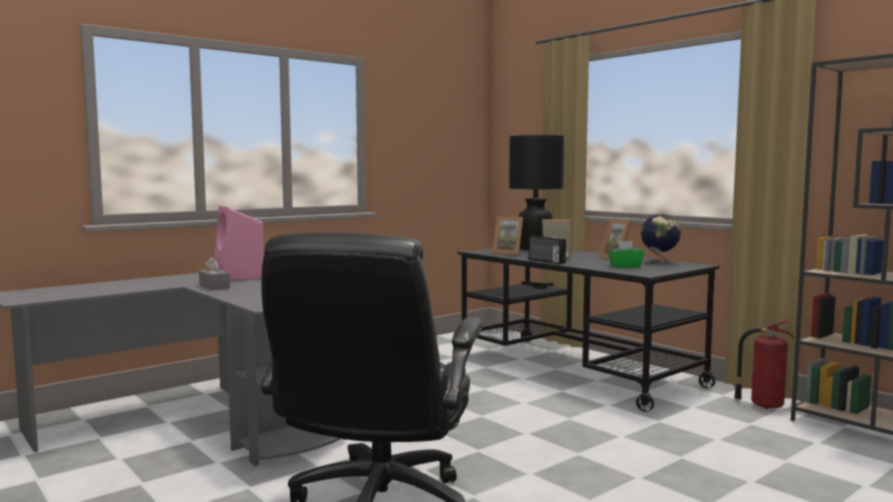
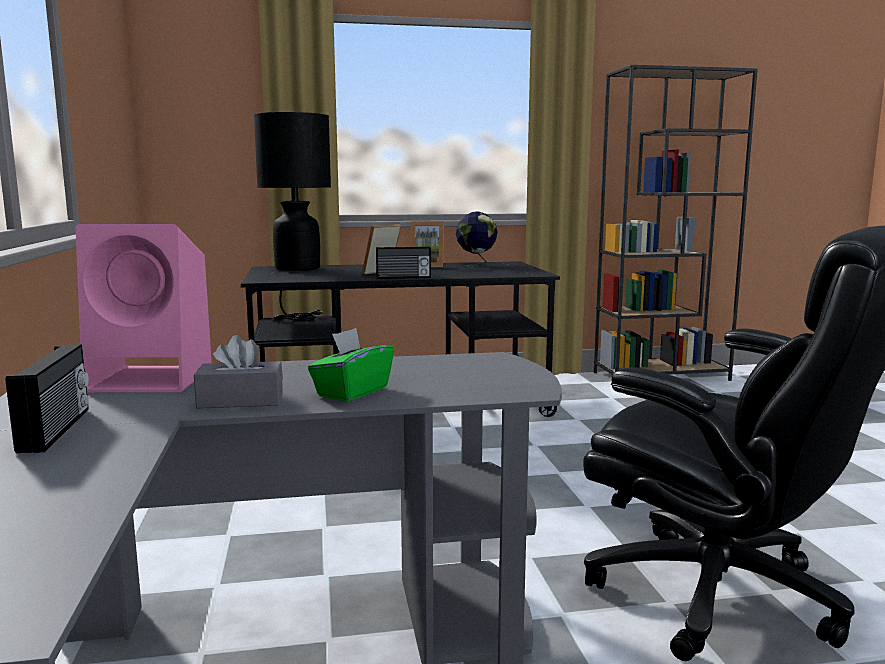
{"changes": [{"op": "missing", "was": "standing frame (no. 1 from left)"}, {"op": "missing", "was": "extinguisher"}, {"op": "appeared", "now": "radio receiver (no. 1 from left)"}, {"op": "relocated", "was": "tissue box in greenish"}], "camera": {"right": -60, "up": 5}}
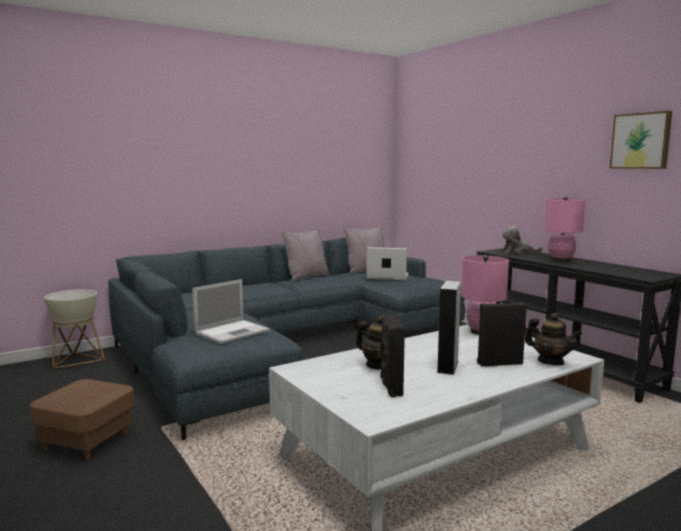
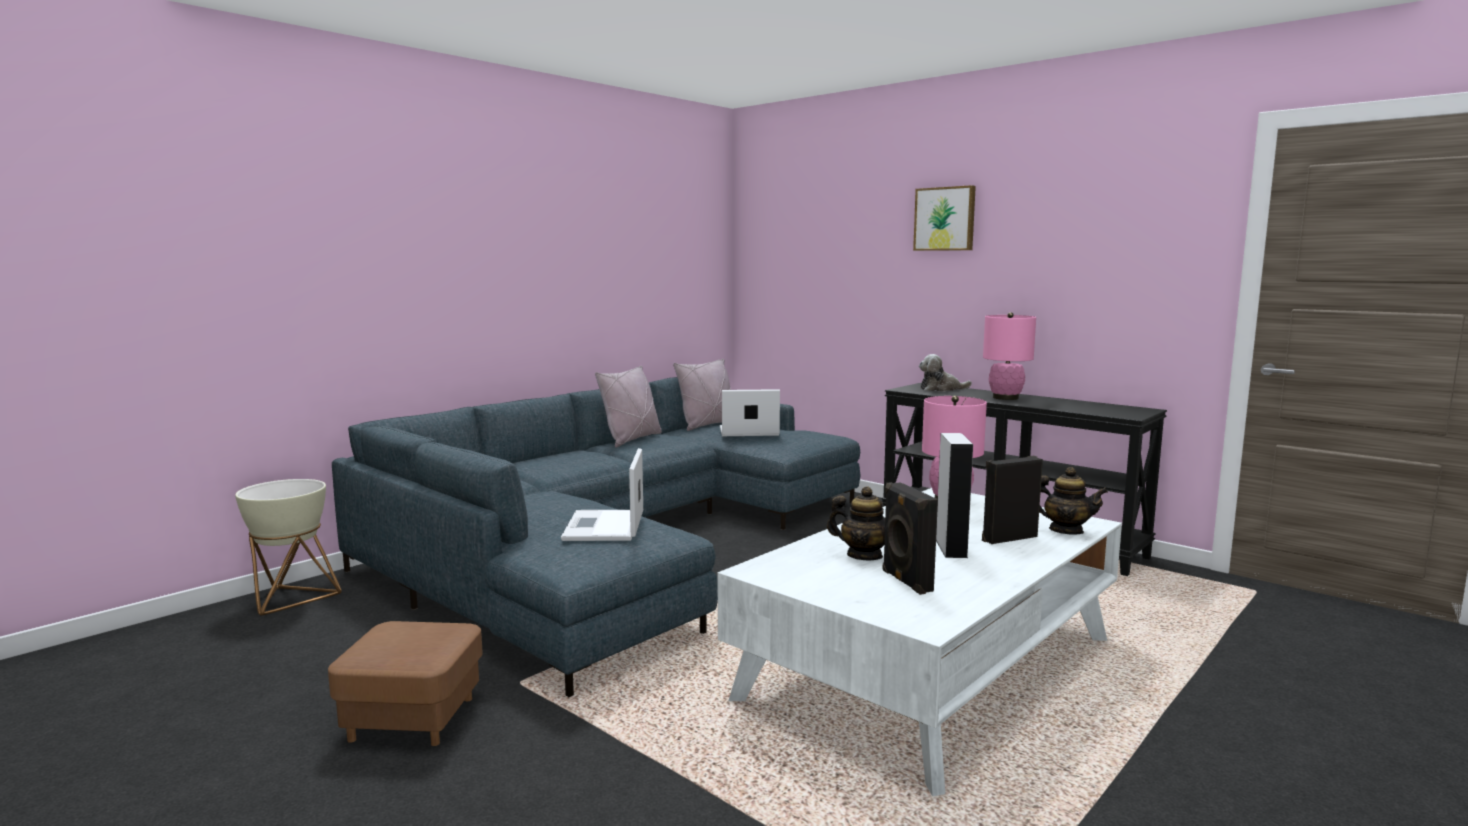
{"changes": [{"op": "relocated", "was": "wall art"}, {"op": "spun", "was": "laptop (no. 1 from left)", "clockwise": 150}], "camera": {"right": -15, "up": 0}}
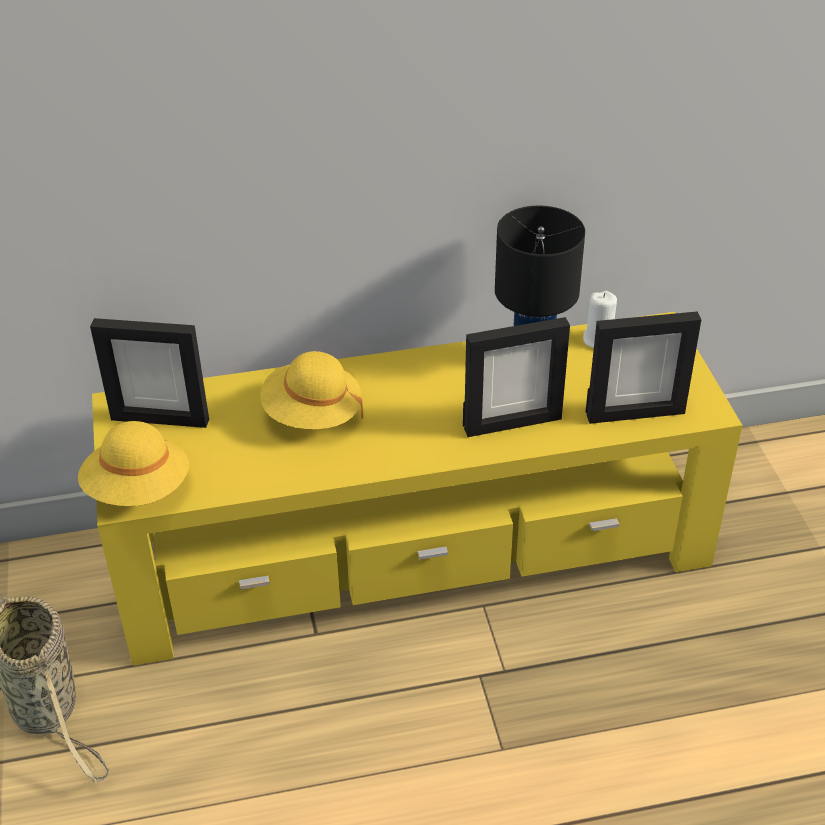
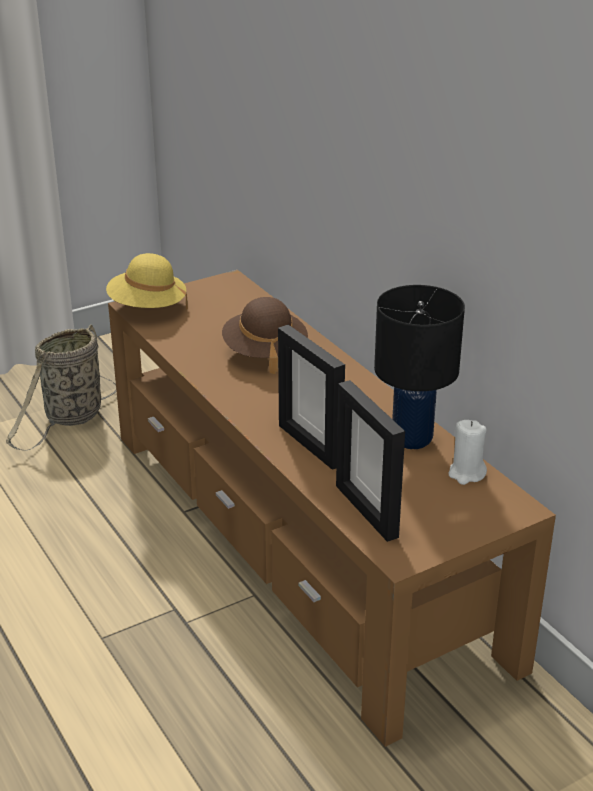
{"changes": [{"op": "missing", "was": "standing frame (no. 1 from left)"}, {"op": "colour", "was": "tv unit in yellow", "now": "tv unit in brown"}, {"op": "colour", "was": "wearable hat in yellow (no. 2 from left)", "now": "wearable hat in brown"}], "camera": {"right": 70, "up": -10}}
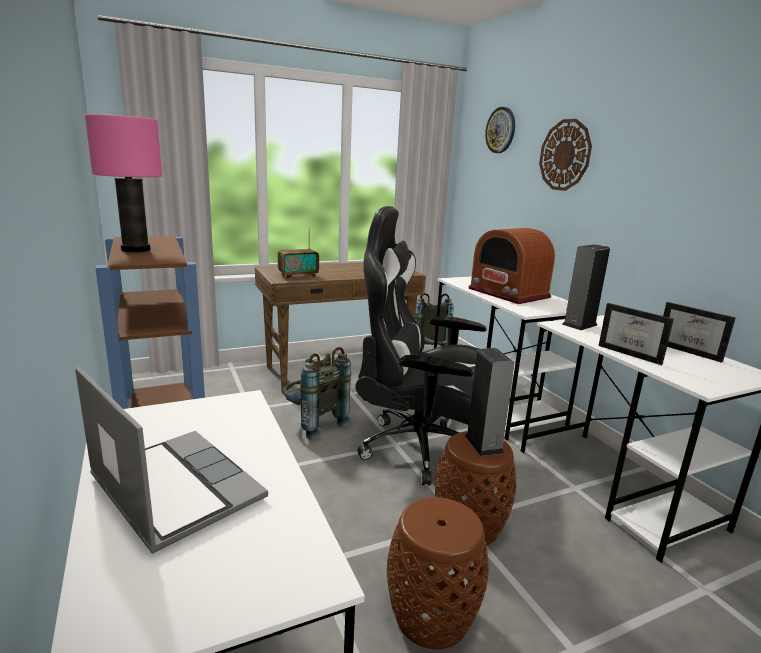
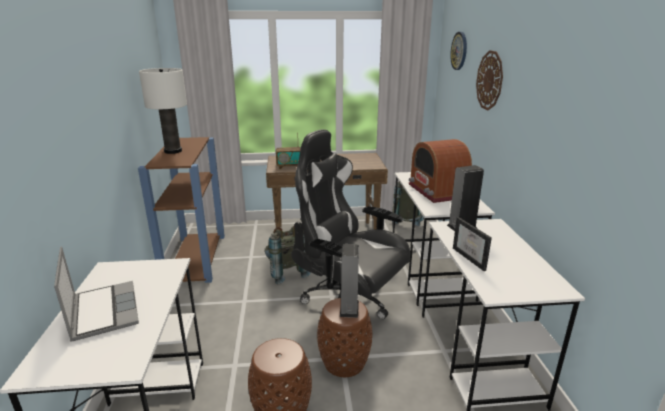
{"changes": [{"op": "missing", "was": "standing frame (no. 2 from left)"}, {"op": "colour", "was": "lamp for a table in pinkish", "now": "lamp for a table in white"}], "camera": {"right": 20, "up": 5}}
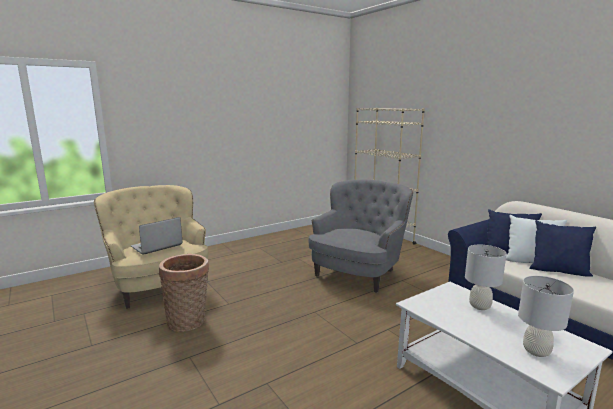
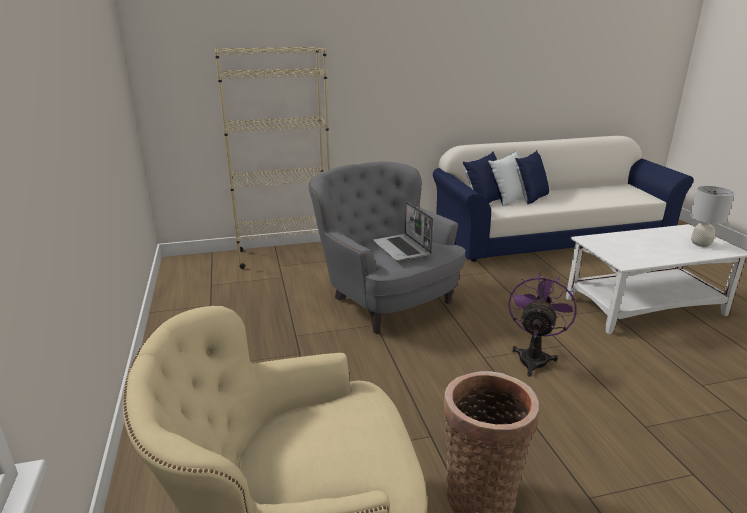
{"changes": [{"op": "missing", "was": "lamp for a table in greyish (no. 1 from left)"}, {"op": "appeared", "now": "cooling fan in purple-coloured"}, {"op": "relocated", "was": "laptop"}], "camera": {"right": -70, "up": 10}}
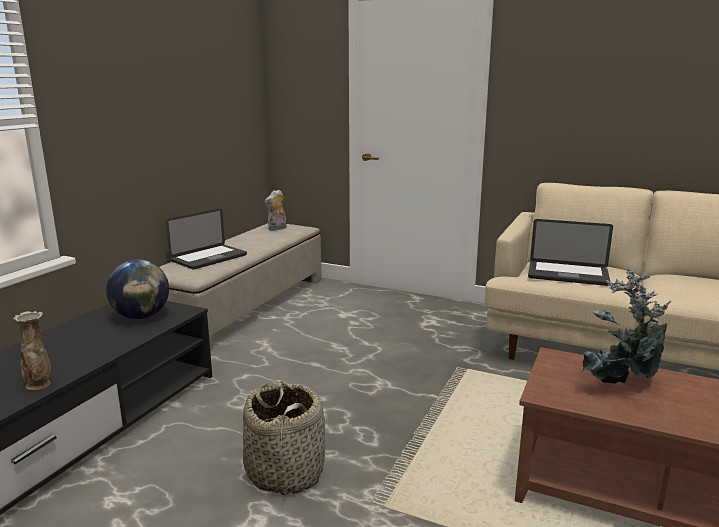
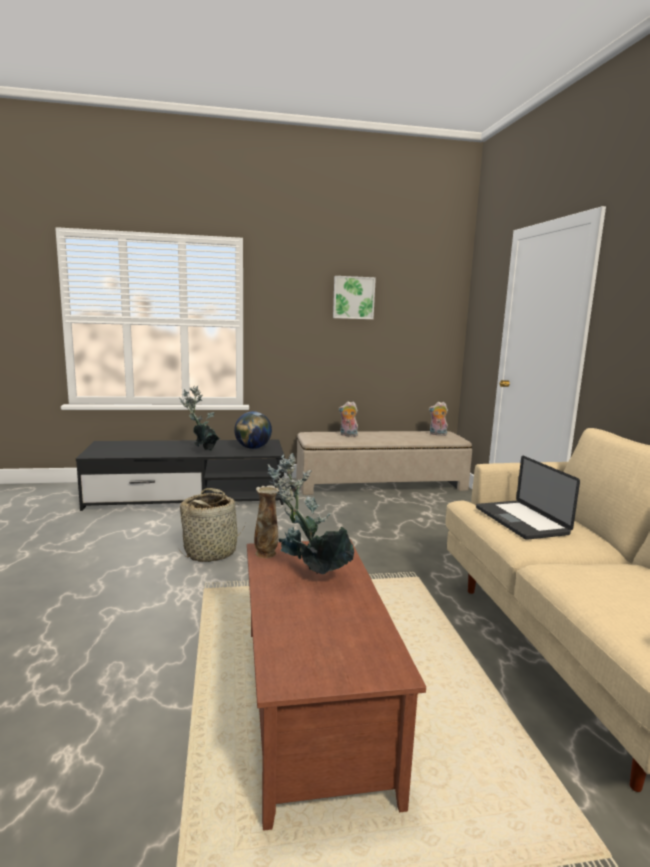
{"changes": [{"op": "appeared", "now": "houseplant (no. 1 from left)"}, {"op": "appeared", "now": "wall art"}, {"op": "relocated", "was": "flower vase"}, {"op": "exchanged", "was": "laptop (no. 1 from left)", "now": "cuddly toy (no. 1 from left)"}], "camera": {"right": 55, "up": -5}}
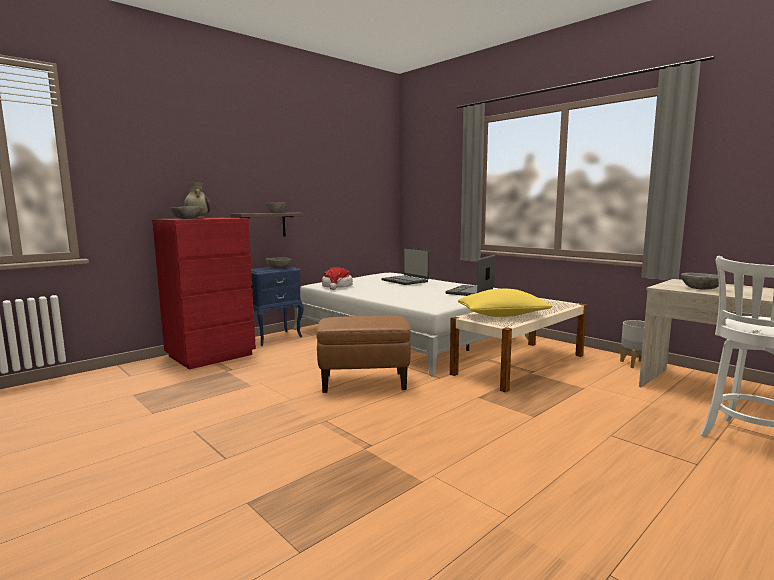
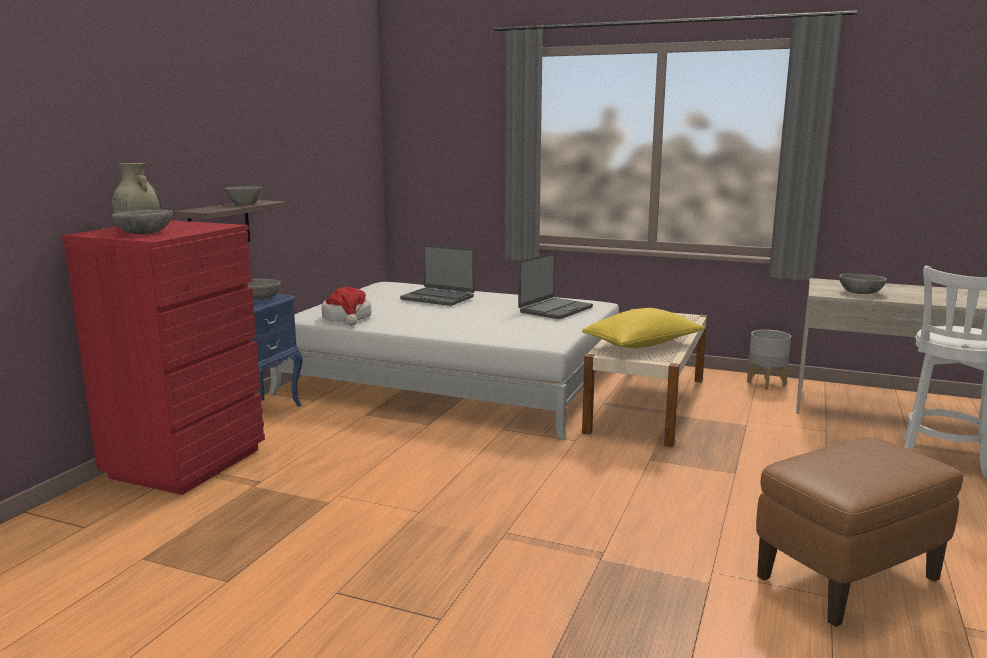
{"changes": [{"op": "relocated", "was": "pouffe in brown"}, {"op": "spun", "was": "laptop (no. 2 from left)", "clockwise": -150}], "camera": {"right": -25, "up": 5}}
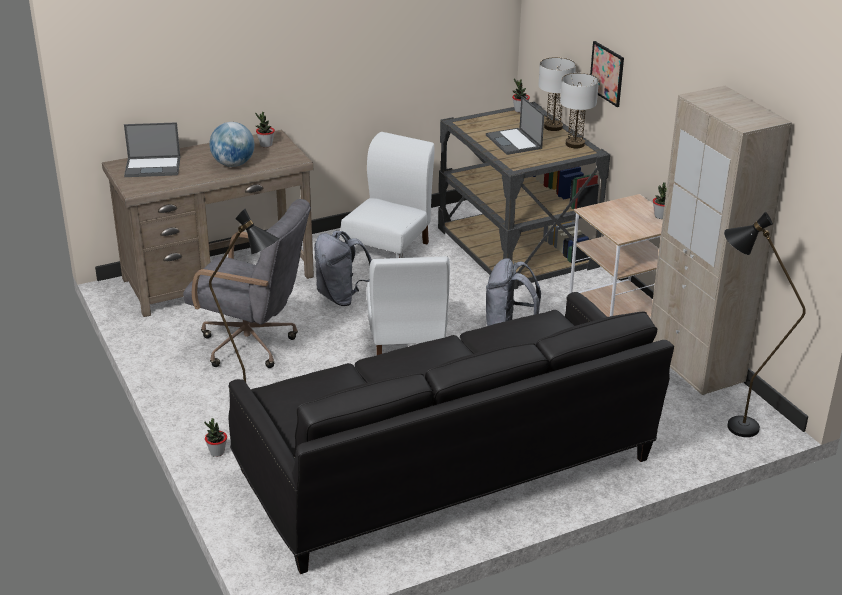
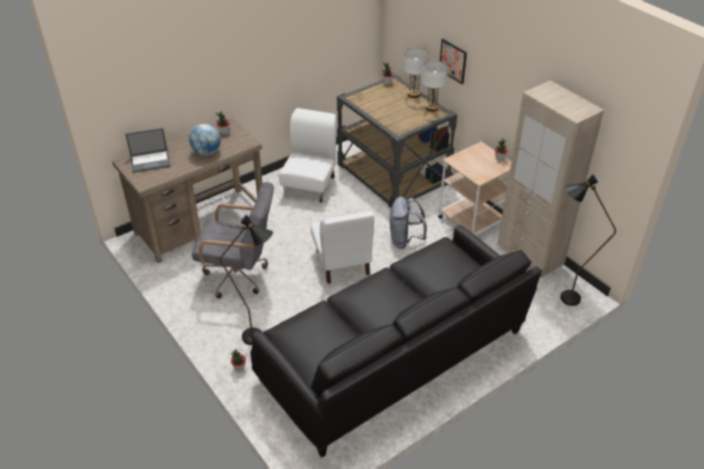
{"changes": [{"op": "missing", "was": "backpack in greyish (no. 1 from left)"}, {"op": "missing", "was": "laptop (no. 2 from left)"}], "camera": {"right": -10, "up": 10}}
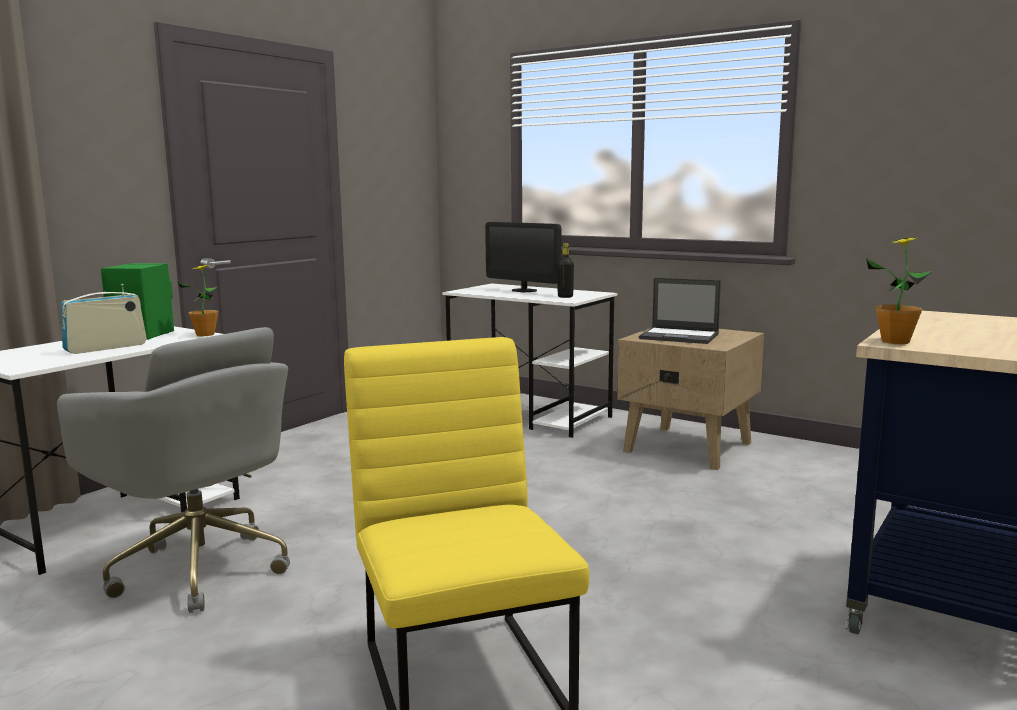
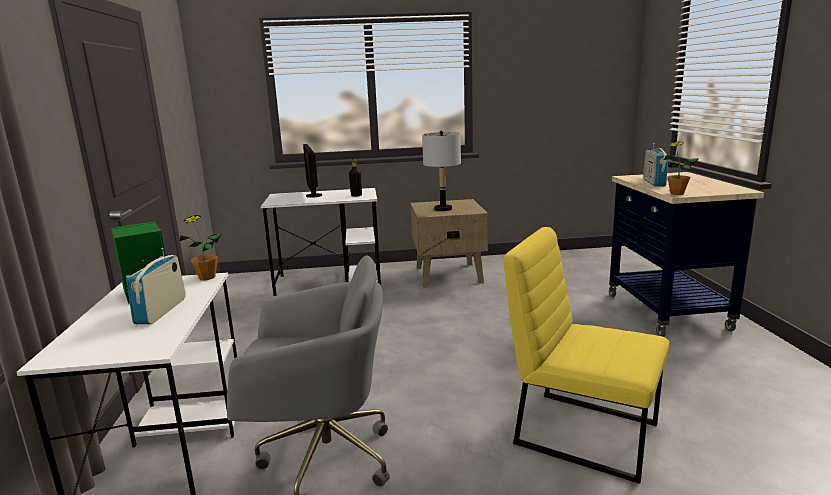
{"changes": [{"op": "appeared", "now": "radio receiver (no. 2 from left)"}, {"op": "exchanged", "was": "laptop", "now": "lamp for a table in greyish"}, {"op": "spun", "was": "computer display", "clockwise": 75}], "camera": {"right": -40, "up": 5}}
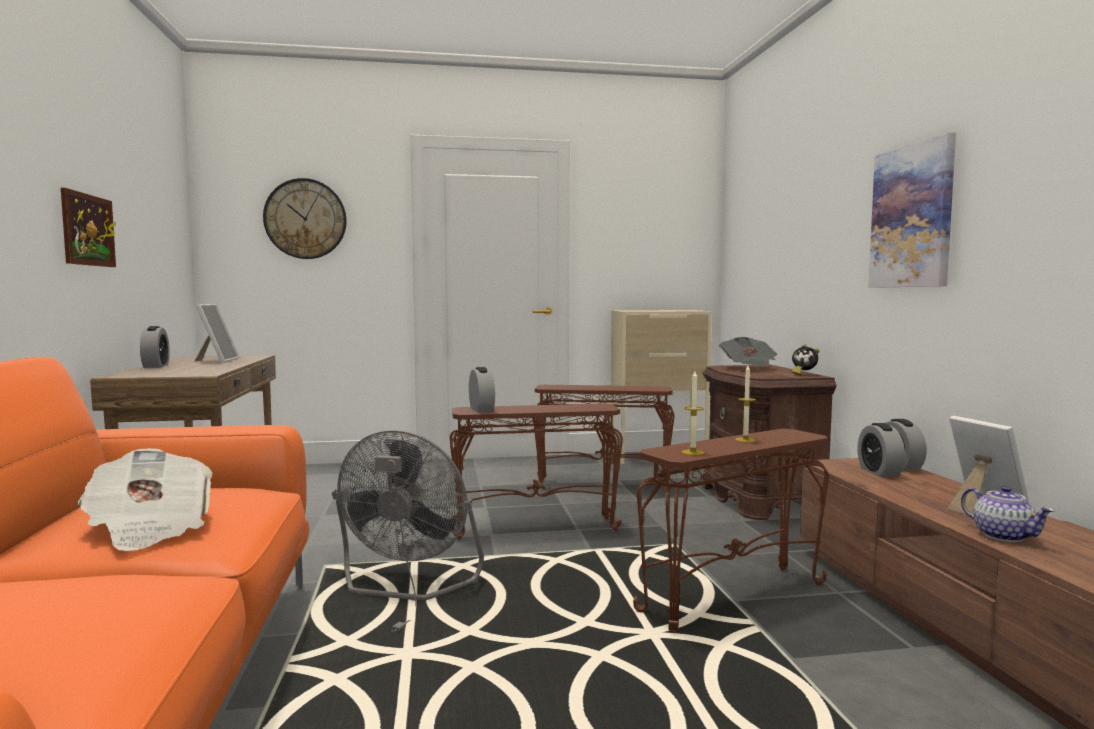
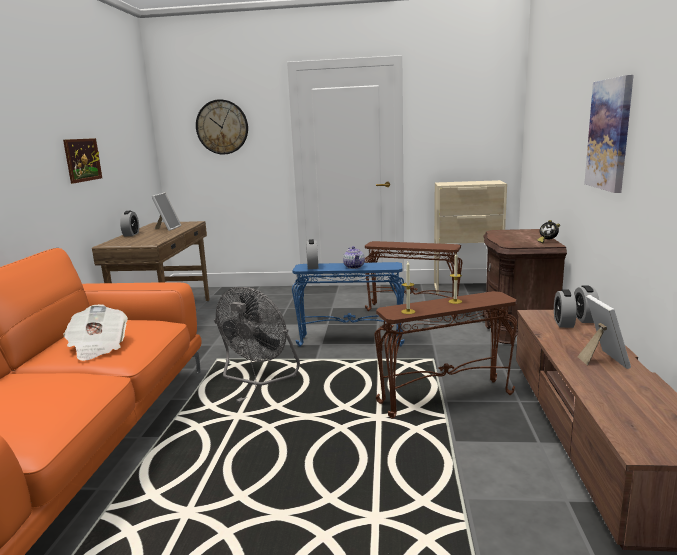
{"changes": [{"op": "missing", "was": "newspaper (no. 2 from left)"}, {"op": "relocated", "was": "pot for tea"}, {"op": "colour", "was": "accent table in brown (no. 1 from left)", "now": "accent table in blue"}], "camera": {"right": 15, "up": 10}}
